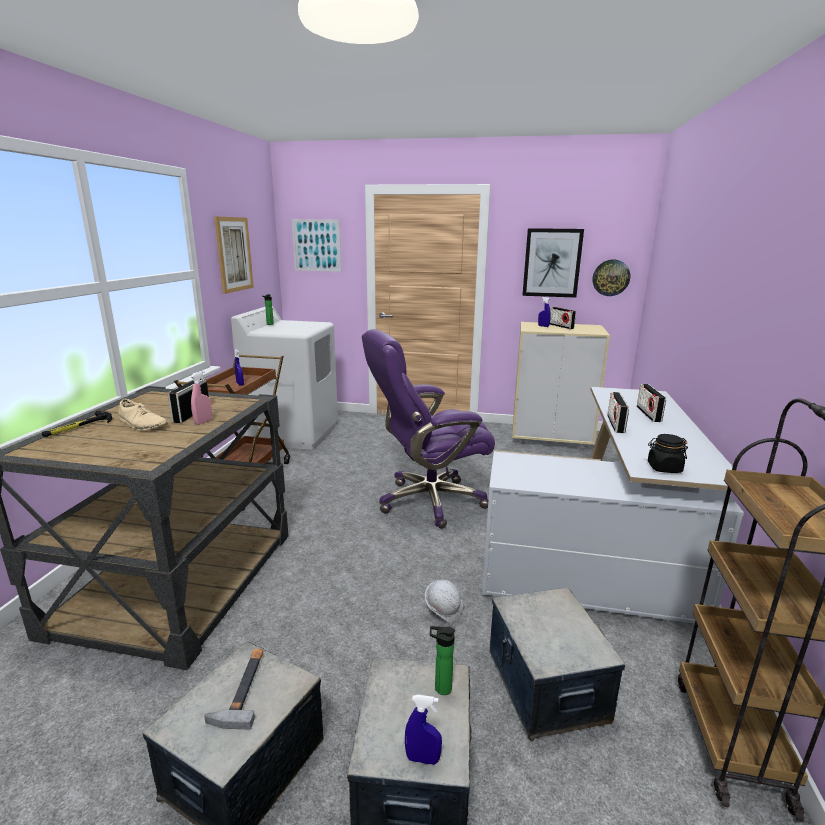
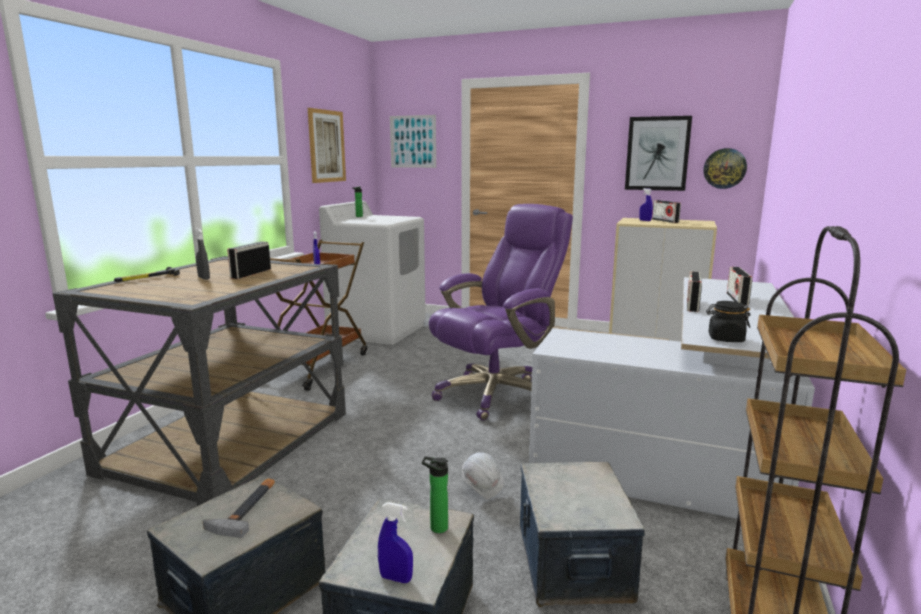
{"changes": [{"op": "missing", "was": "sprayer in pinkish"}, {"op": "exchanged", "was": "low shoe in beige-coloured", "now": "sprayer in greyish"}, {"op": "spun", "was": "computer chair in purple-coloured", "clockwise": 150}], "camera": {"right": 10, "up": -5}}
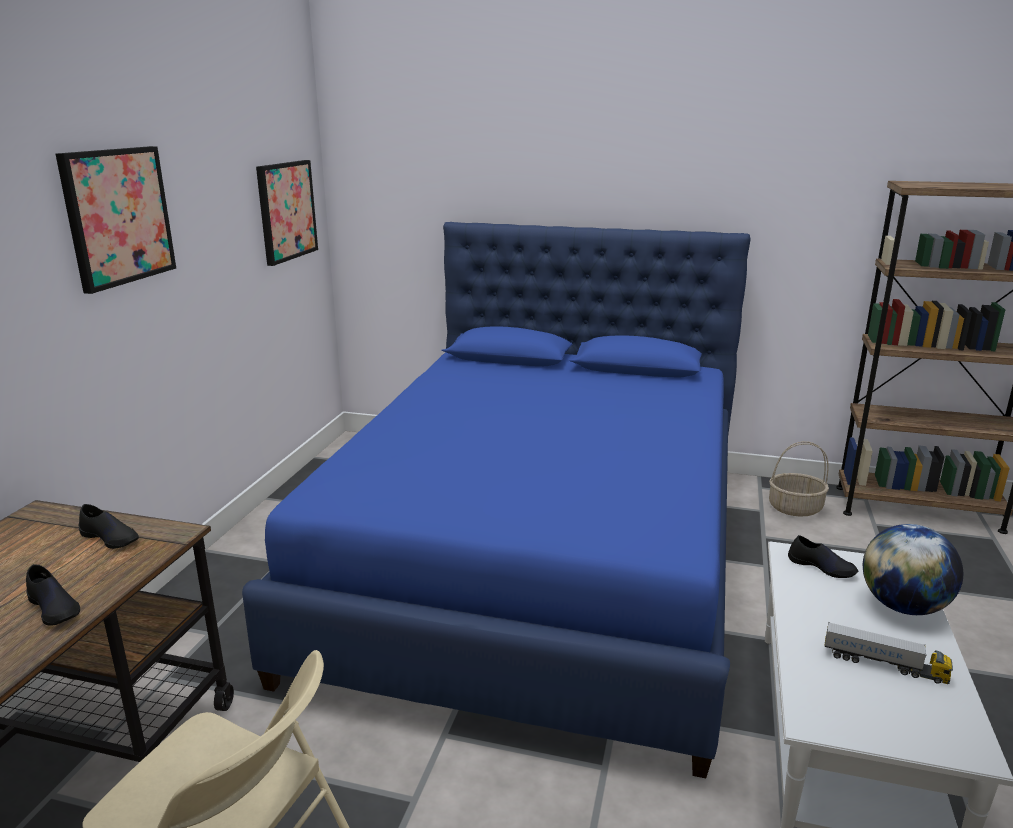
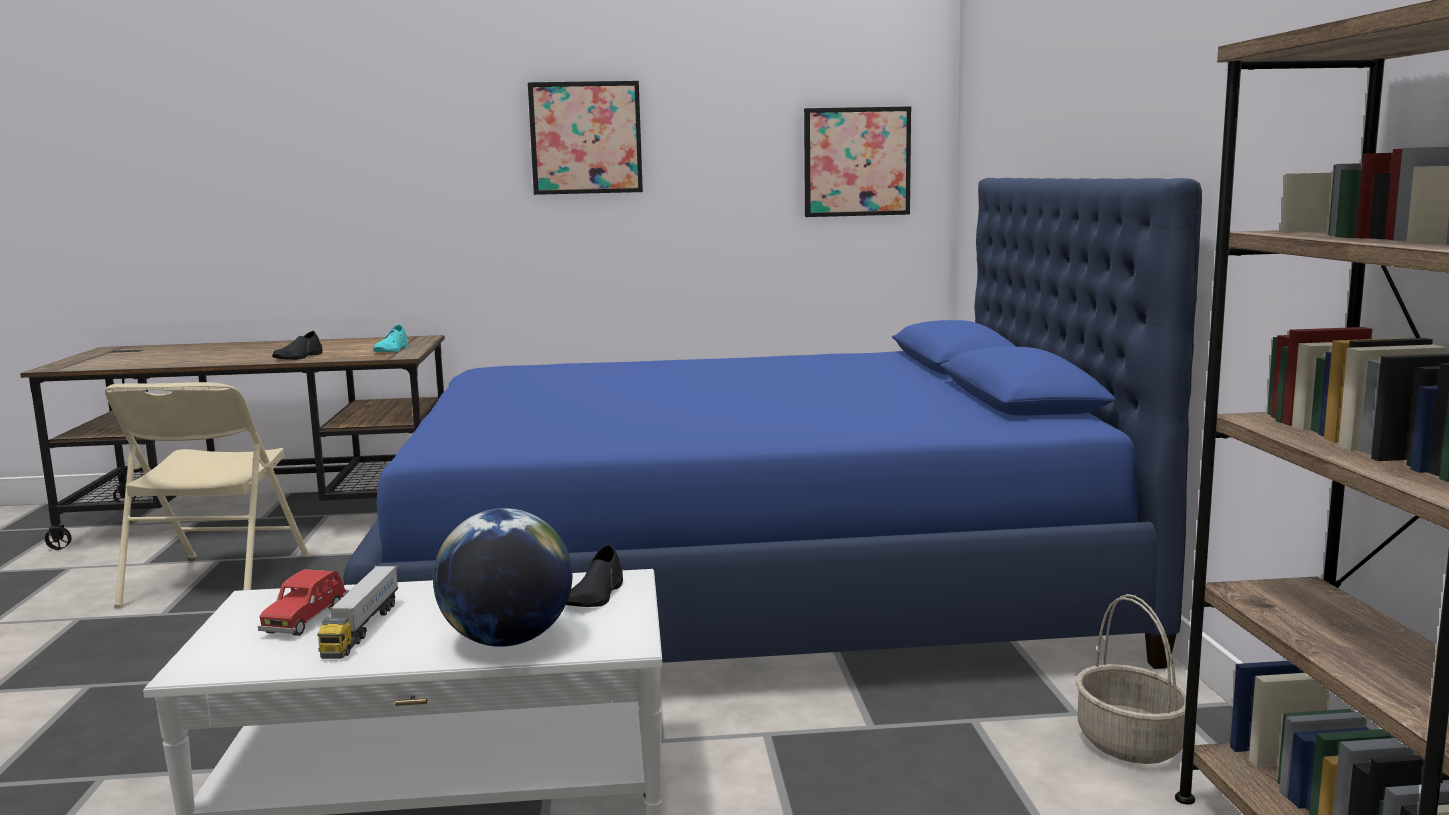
{"changes": [{"op": "appeared", "now": "miniature car in reddish"}, {"op": "colour", "was": "low shoe in black (no. 2 from left)", "now": "low shoe in turquoise"}], "camera": {"right": 70, "up": -10}}
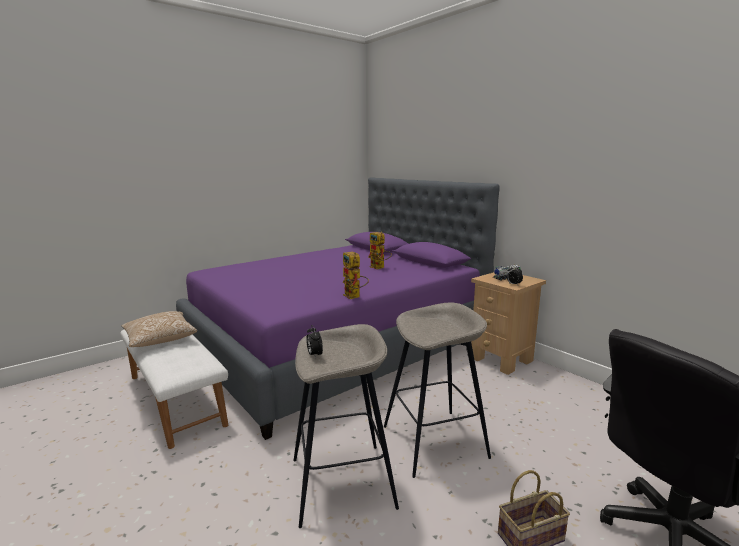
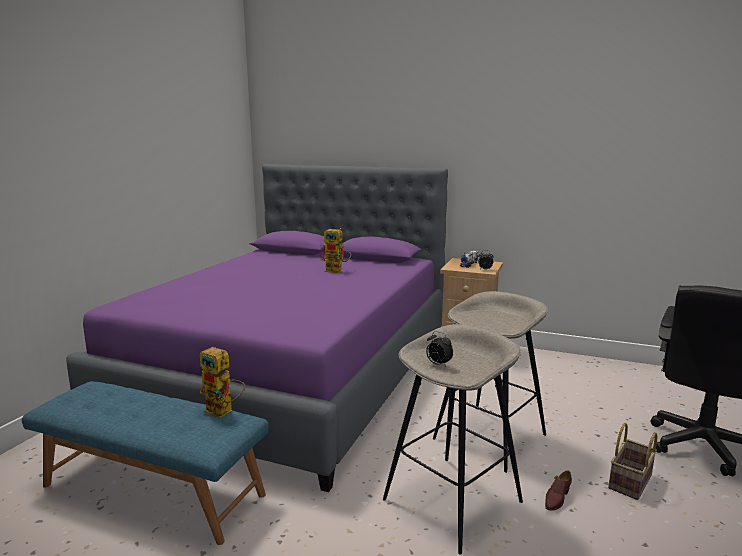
{"changes": [{"op": "missing", "was": "pillow"}, {"op": "appeared", "now": "low shoe in brown"}, {"op": "relocated", "was": "model robot (no. 1 from left)"}, {"op": "colour", "was": "bench in white", "now": "bench in blue"}], "camera": {"right": -30, "up": 0}}
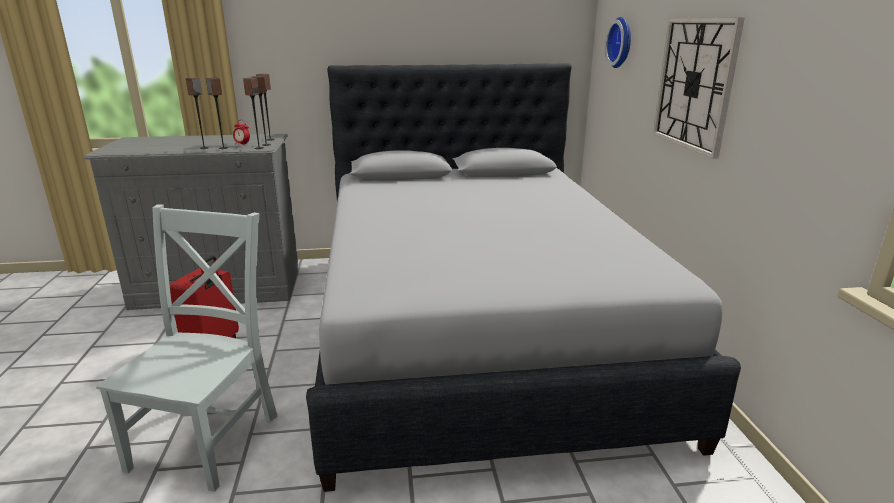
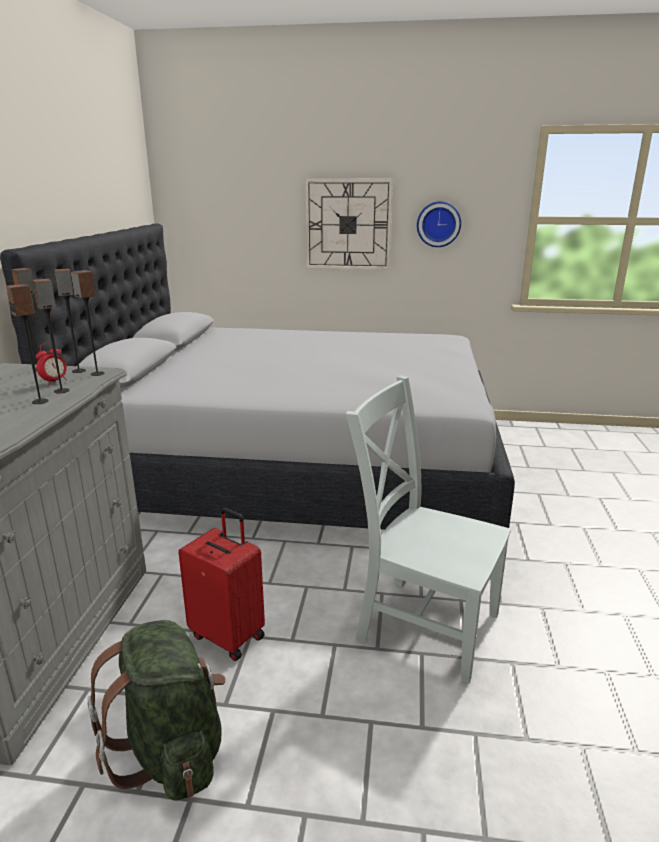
{"changes": [{"op": "appeared", "now": "backpack in greenish"}, {"op": "relocated", "was": "wall clock (no. 1 from left in the first image)", "now": "wall clock (no. 2 from left)"}], "camera": {"right": -75, "up": 0}}
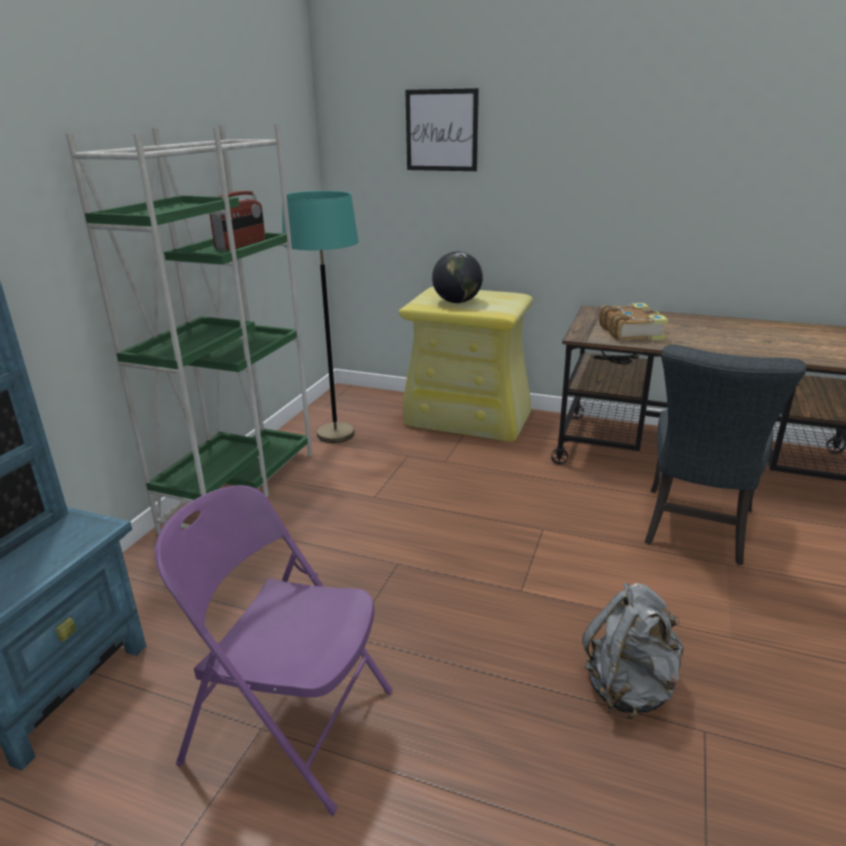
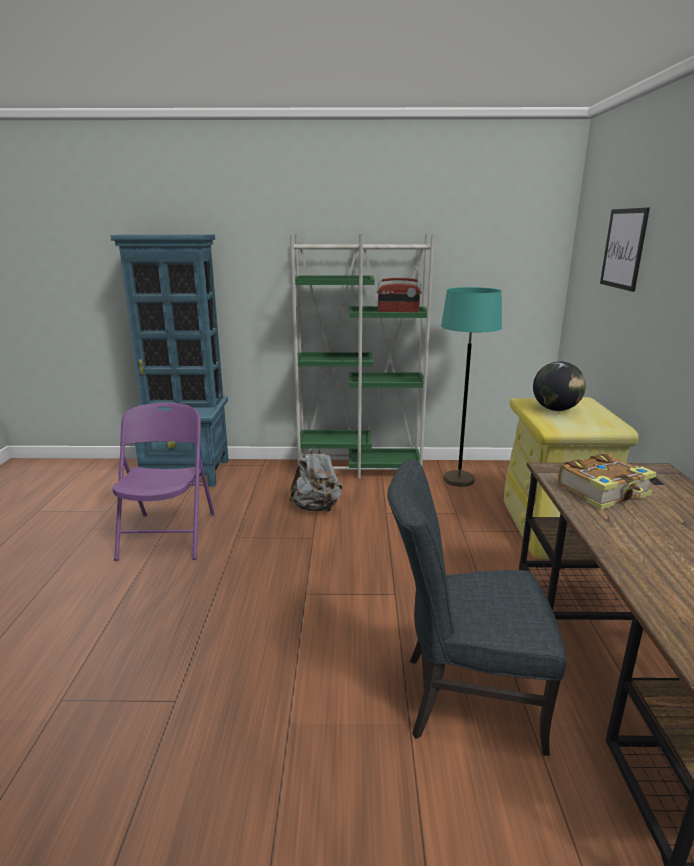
{"changes": [{"op": "relocated", "was": "backpack in greyish"}], "camera": {"right": 70, "up": -5}}
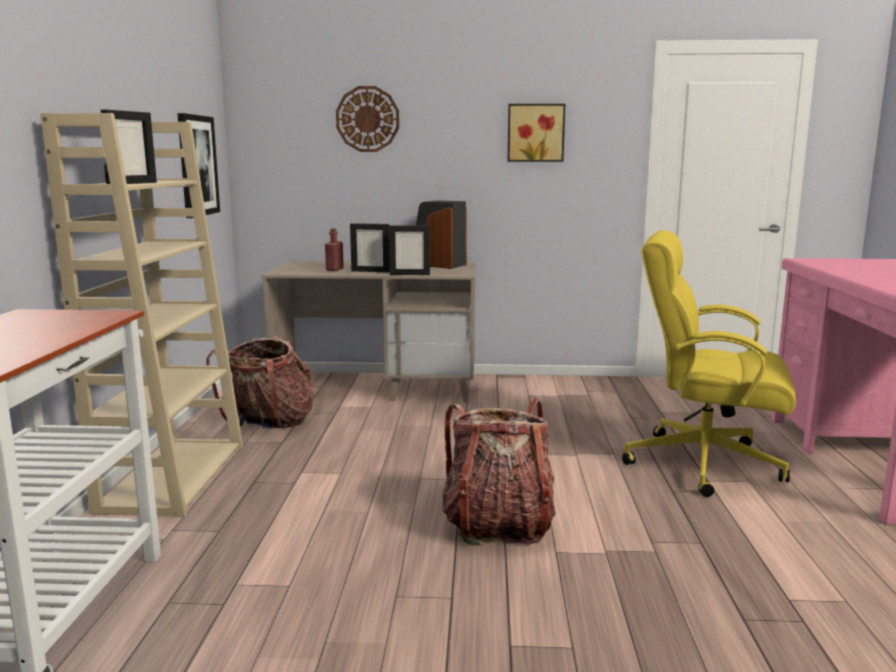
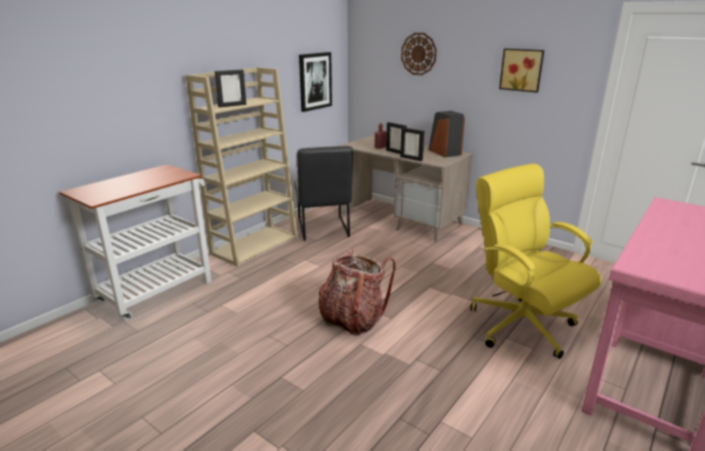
{"changes": [{"op": "exchanged", "was": "backpack (no. 1 from left)", "now": "upright chair in greyish"}], "camera": {"right": 35, "up": 10}}
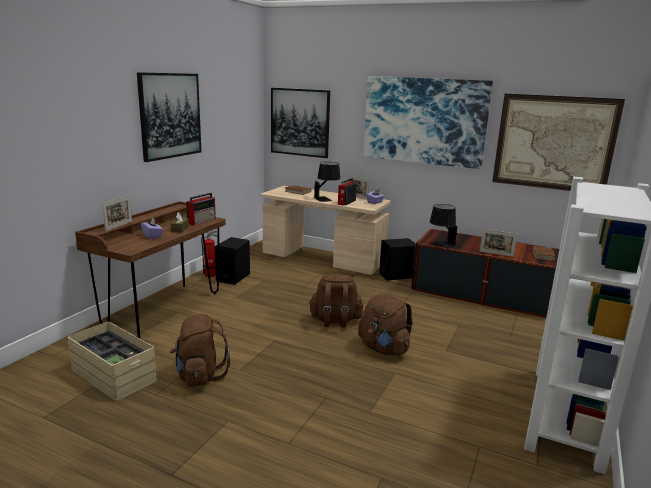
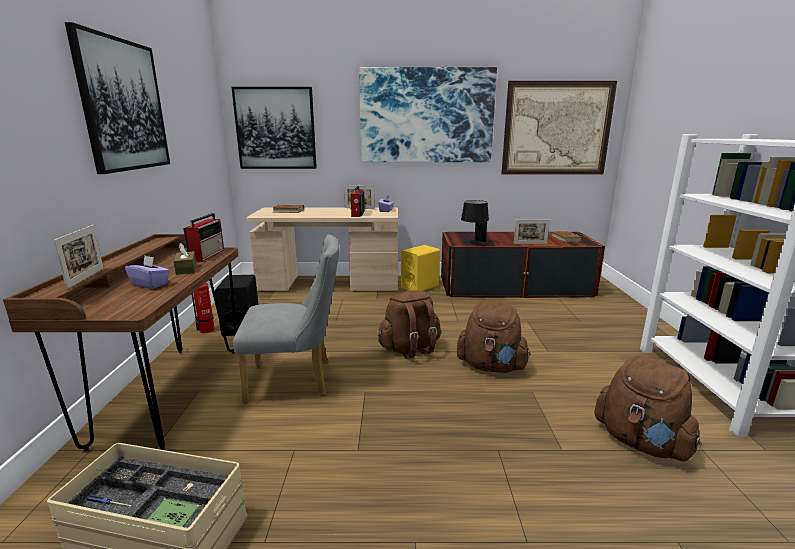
{"changes": [{"op": "missing", "was": "lamp for a table in black (no. 1 from left)"}, {"op": "appeared", "now": "upright chair in greyish"}, {"op": "relocated", "was": "backpack in brown (no. 1 from left in the first image)", "now": "backpack in brown (no. 3 from left)"}, {"op": "colour", "was": "loudspeaker in black (no. 2 from left)", "now": "loudspeaker in yellow"}], "camera": {"right": -25, "up": 0}}
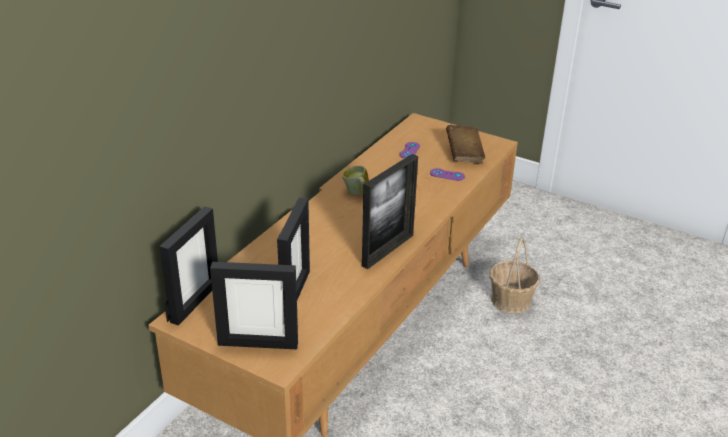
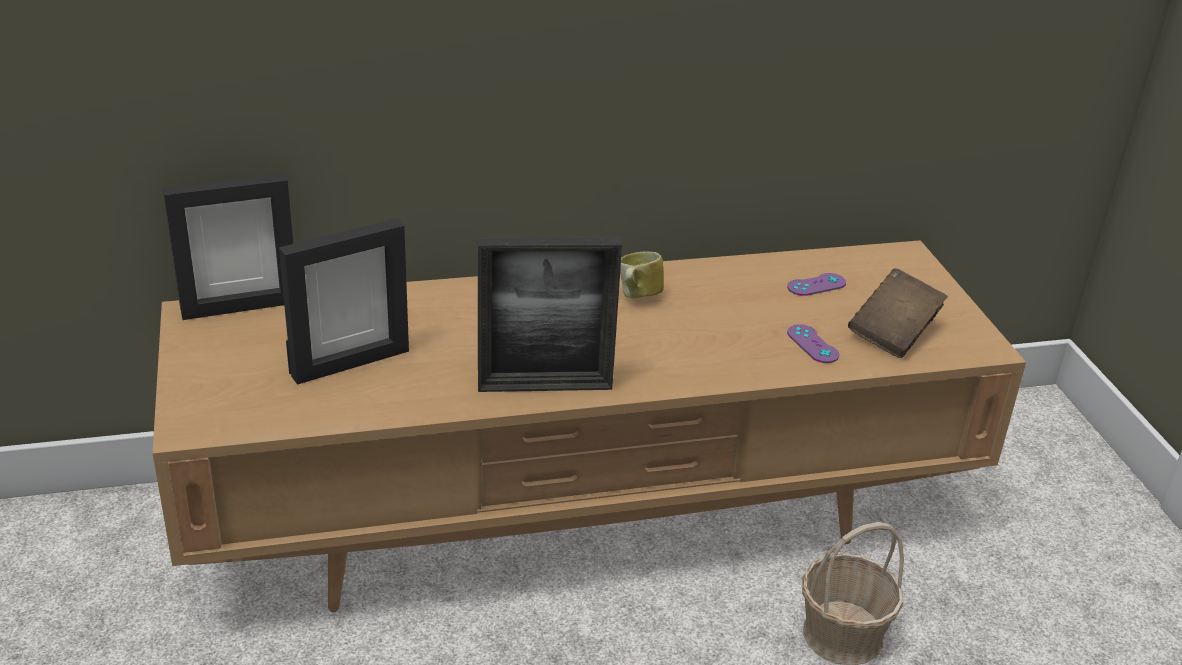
{"changes": [{"op": "missing", "was": "standing frame (no. 2 from left)"}], "camera": {"right": 45, "up": 0}}
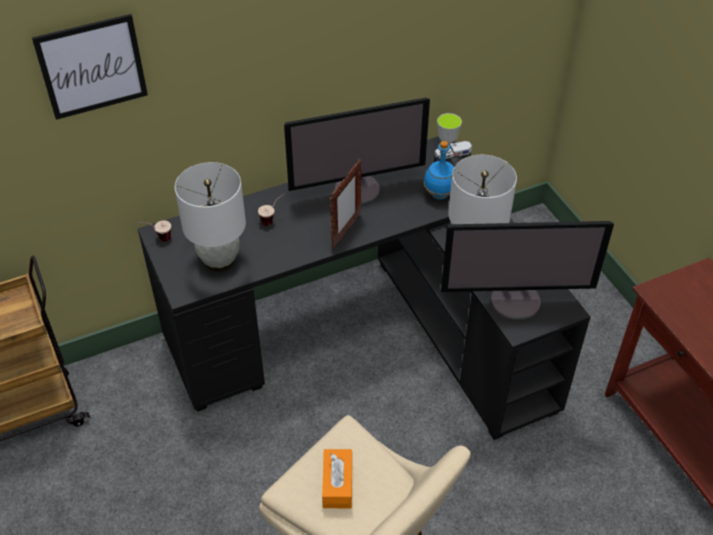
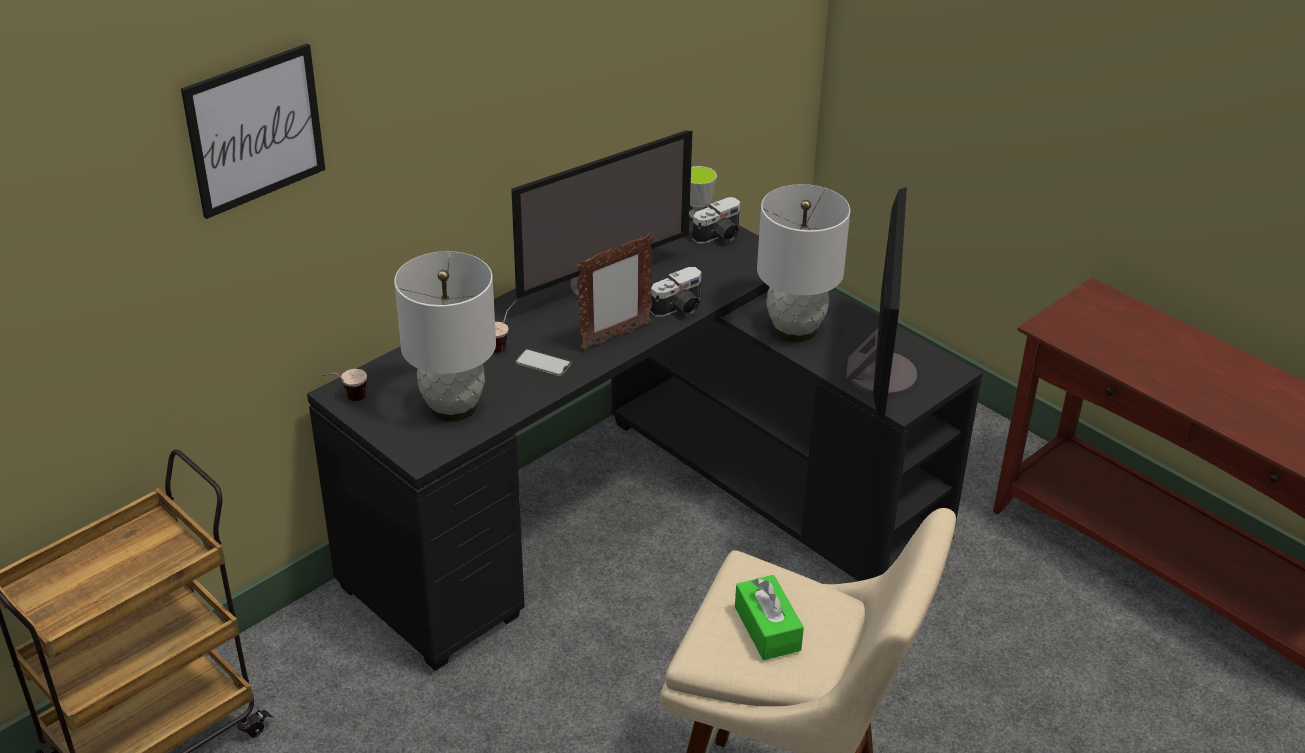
{"changes": [{"op": "missing", "was": "beverage bottle in blue"}, {"op": "appeared", "now": "telephone"}, {"op": "appeared", "now": "still camera (no. 1 from left)"}, {"op": "colour", "was": "tissue box in orange", "now": "tissue box in greenish"}, {"op": "spun", "was": "standing frame", "clockwise": 45}, {"op": "spun", "was": "computer display (no. 2 from left)", "clockwise": -60}], "camera": {"right": -20, "up": -10}}
